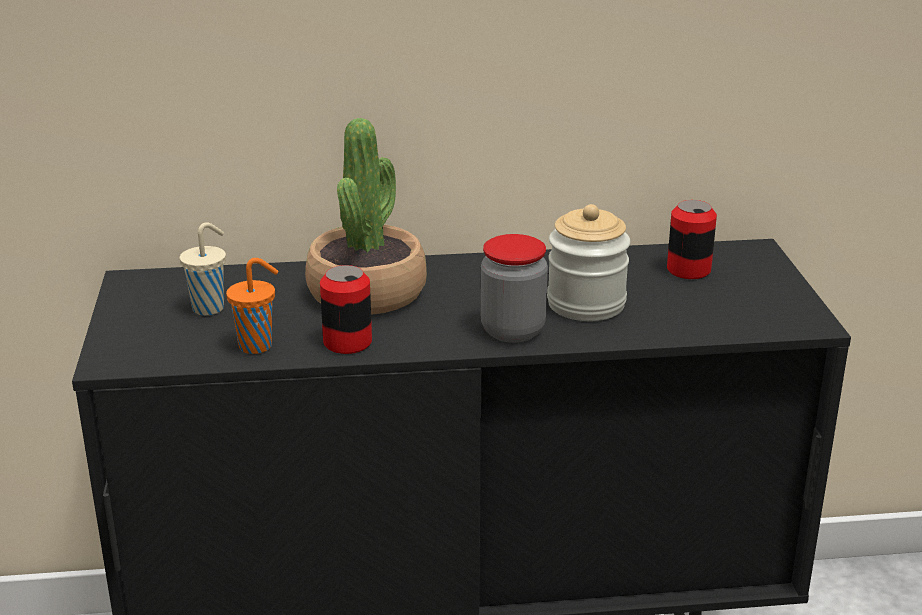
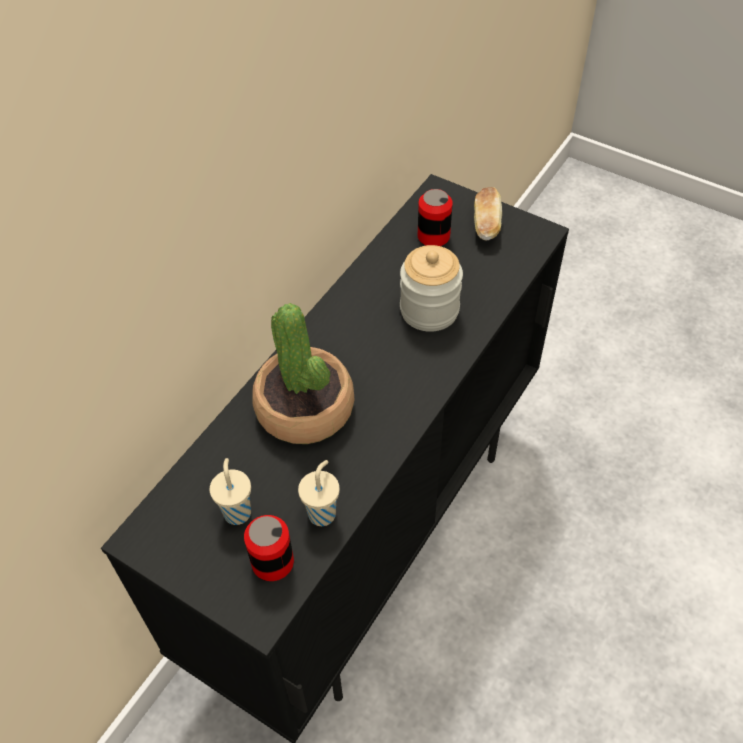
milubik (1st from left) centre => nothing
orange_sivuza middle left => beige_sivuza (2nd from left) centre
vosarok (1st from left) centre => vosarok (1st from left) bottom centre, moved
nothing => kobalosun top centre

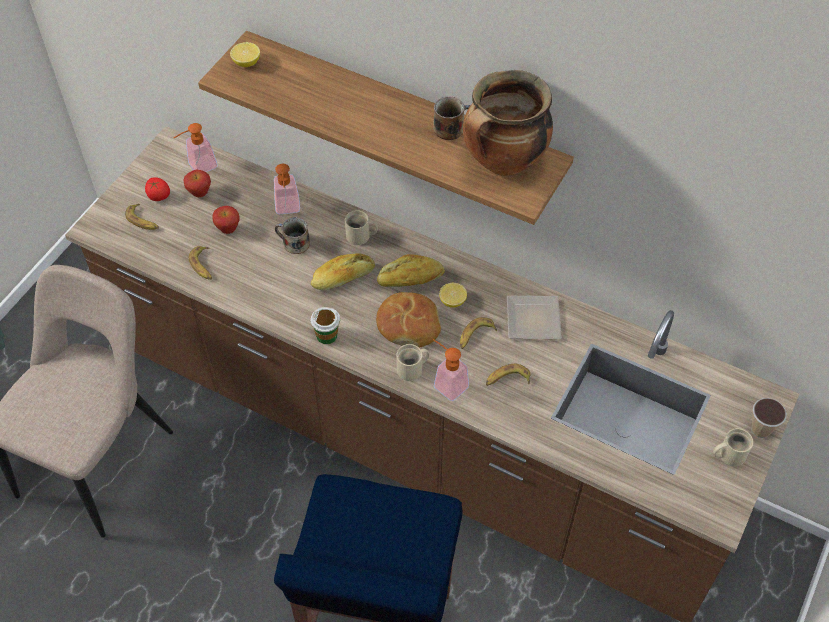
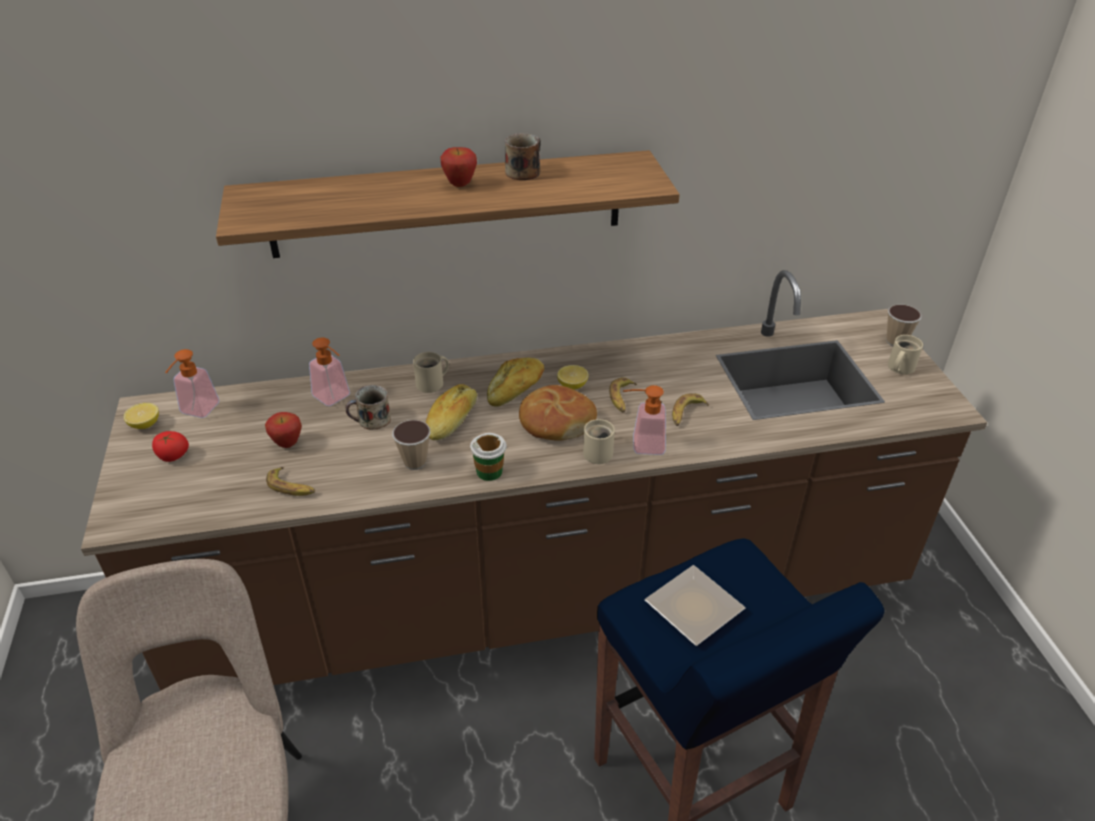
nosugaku (1st from left) top left => nosugaku (1st from left) middle left, moved
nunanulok top centre => nothing
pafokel (1st from left in the first image) top left => pafokel (2nd from left) top centre, moved
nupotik (1st from left) middle left => nothing
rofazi centre => rofazi bottom centre, moved
nothing => sivuza (1st from left) centre

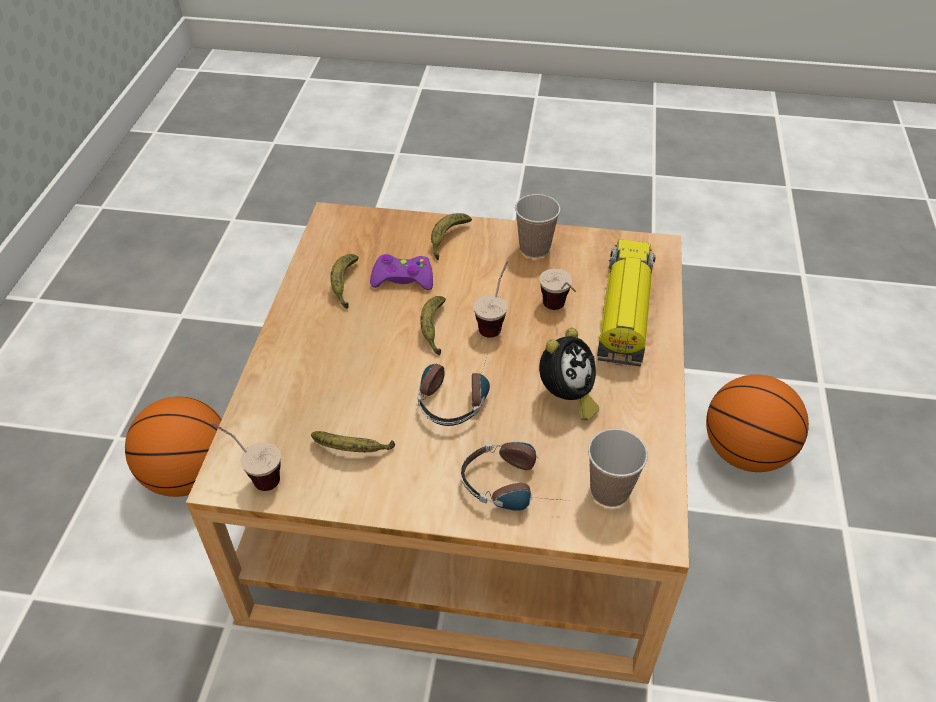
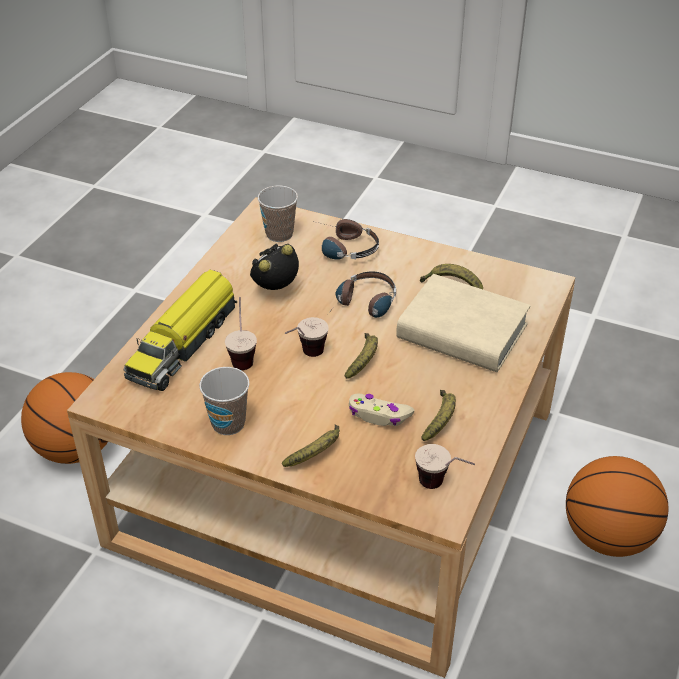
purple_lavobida centre => beige_lavobida centre
sivuza (1st from left in the first image) middle left => sivuza (5th from left) bottom centre, moved
nothing => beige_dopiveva middle right

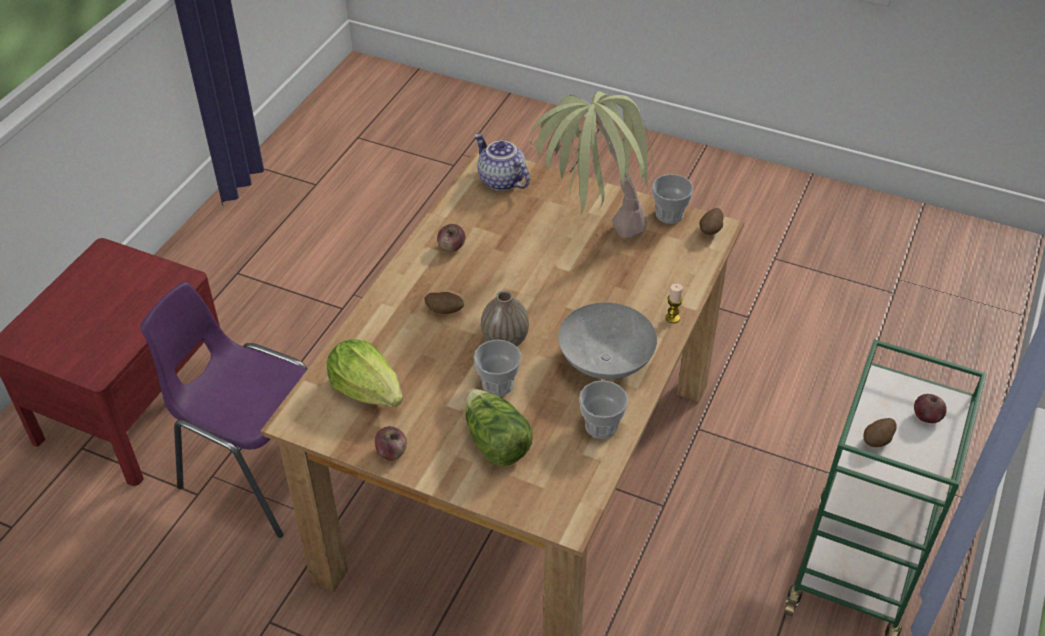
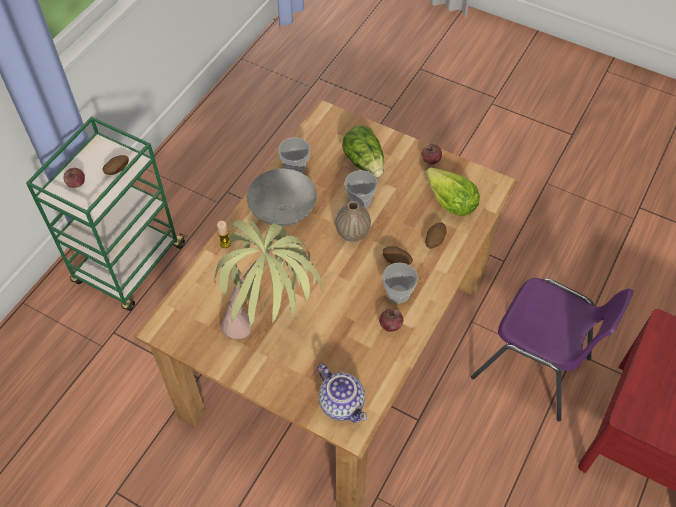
sivuza (3rd from left) top centre => sivuza (3rd from left) centre, moved
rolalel (2nd from left in the first image) middle right => rolalel (3rd from left) centre, moved

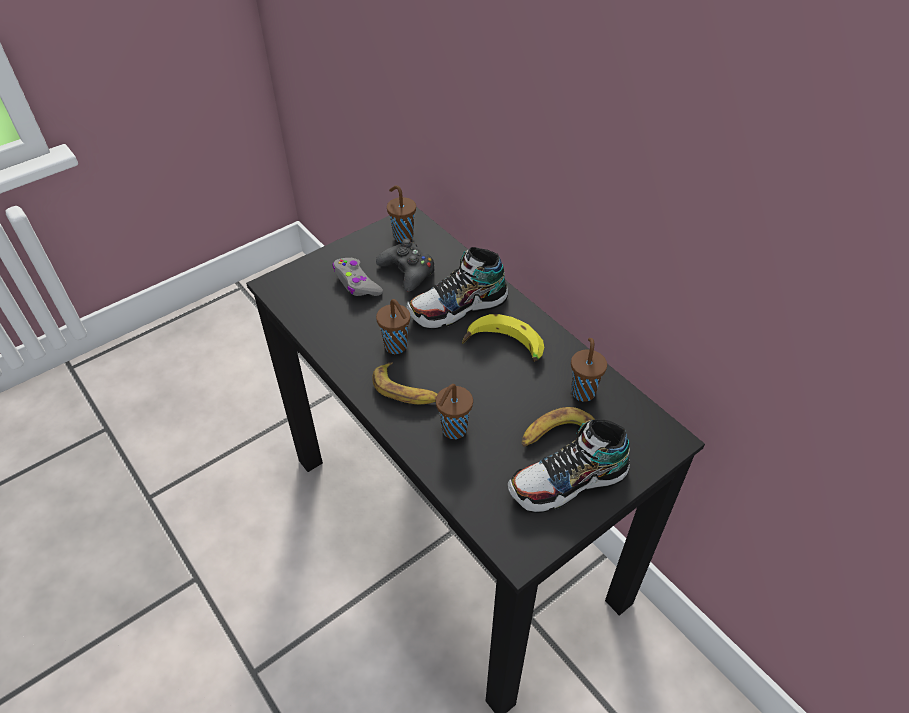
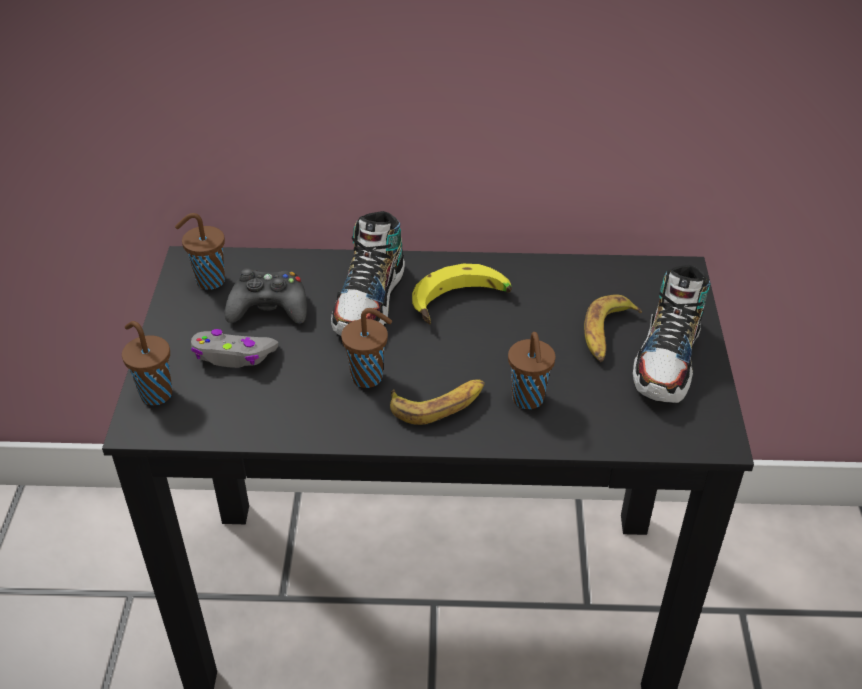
brown_sivuza (4th from left in the first image) centre => brown_sivuza (1st from left) middle left, moved

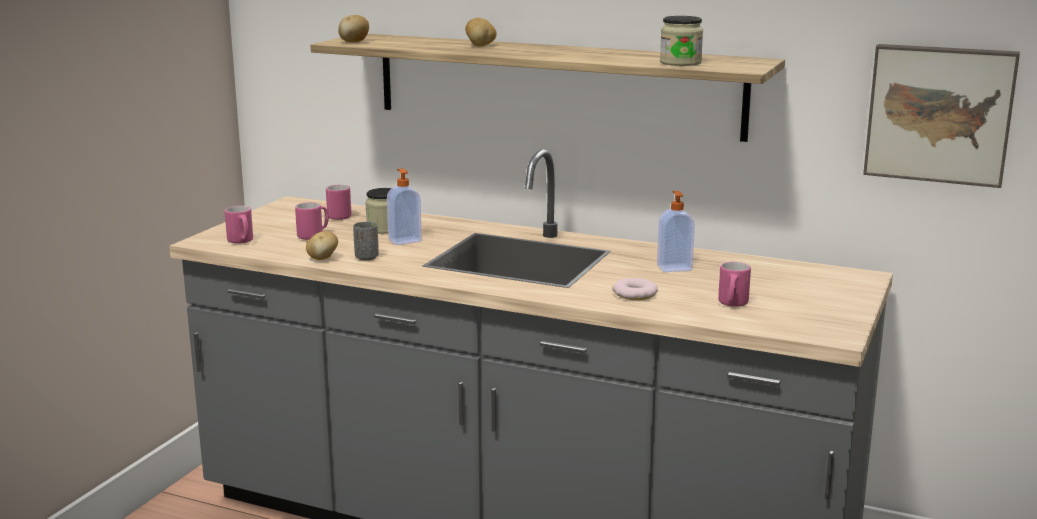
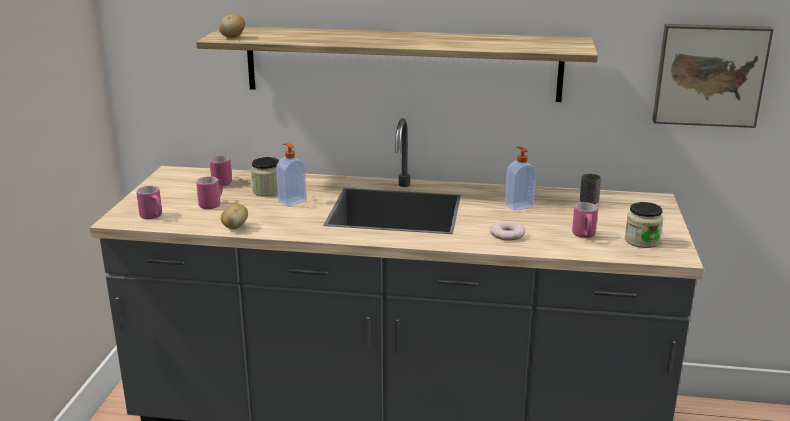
milubik (2nd from left) top centre => milubik (2nd from left) middle right, moved
rolalel (3rd from left) top centre => nothing
grey_sivuza centre => grey_sivuza middle right, moved

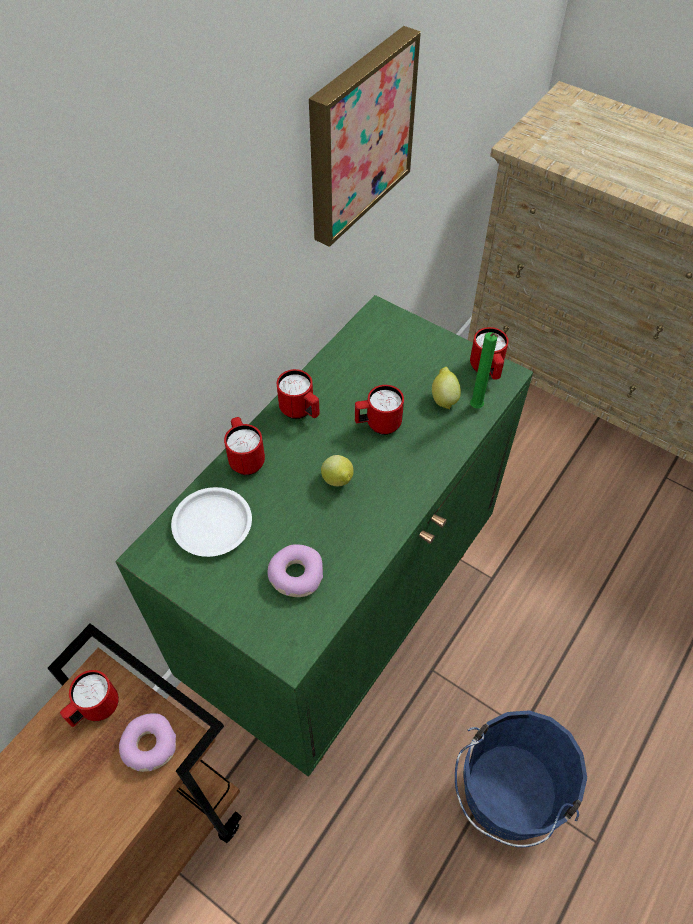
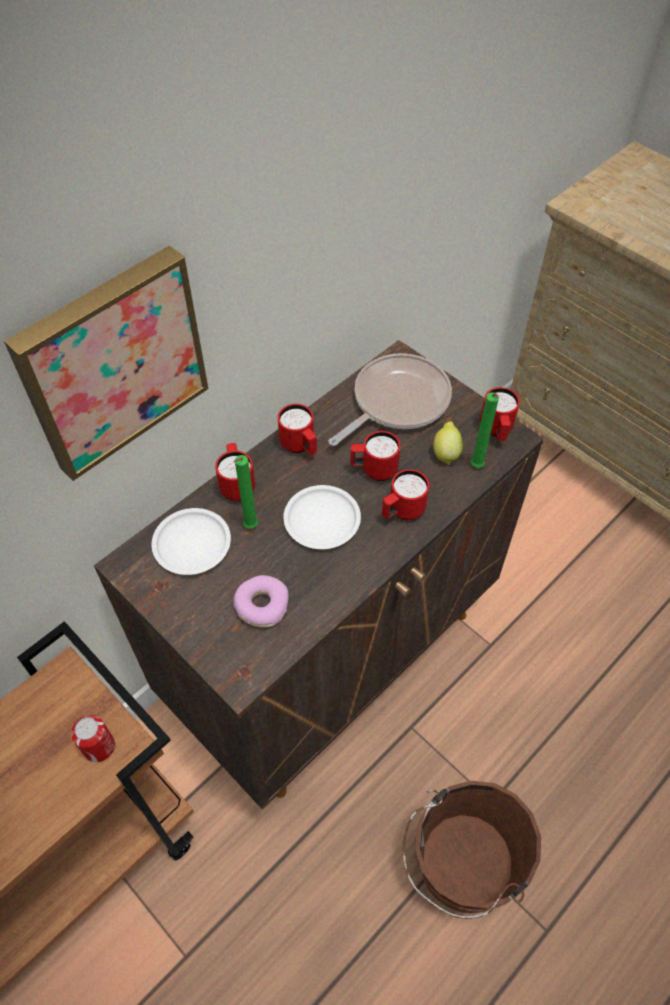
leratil top centre => leratil middle left, moved
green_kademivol centre => brown_kademivol centre
nosugaku (1st from left) centre => white_rofazi (2nd from left) centre
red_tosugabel (1st from left in the first image) bottom left => red_tosugabel (4th from left) centre, moved
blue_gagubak bottom right => brown_gagubak bottom right
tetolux (1st from left) bottom left => vosarok bottom left
nothing => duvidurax centre
nothing => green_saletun (1st from left) centre

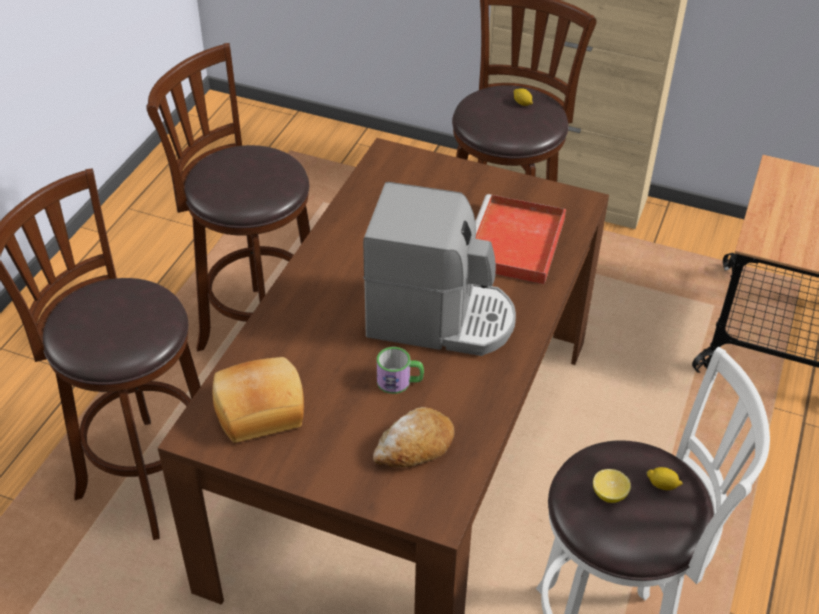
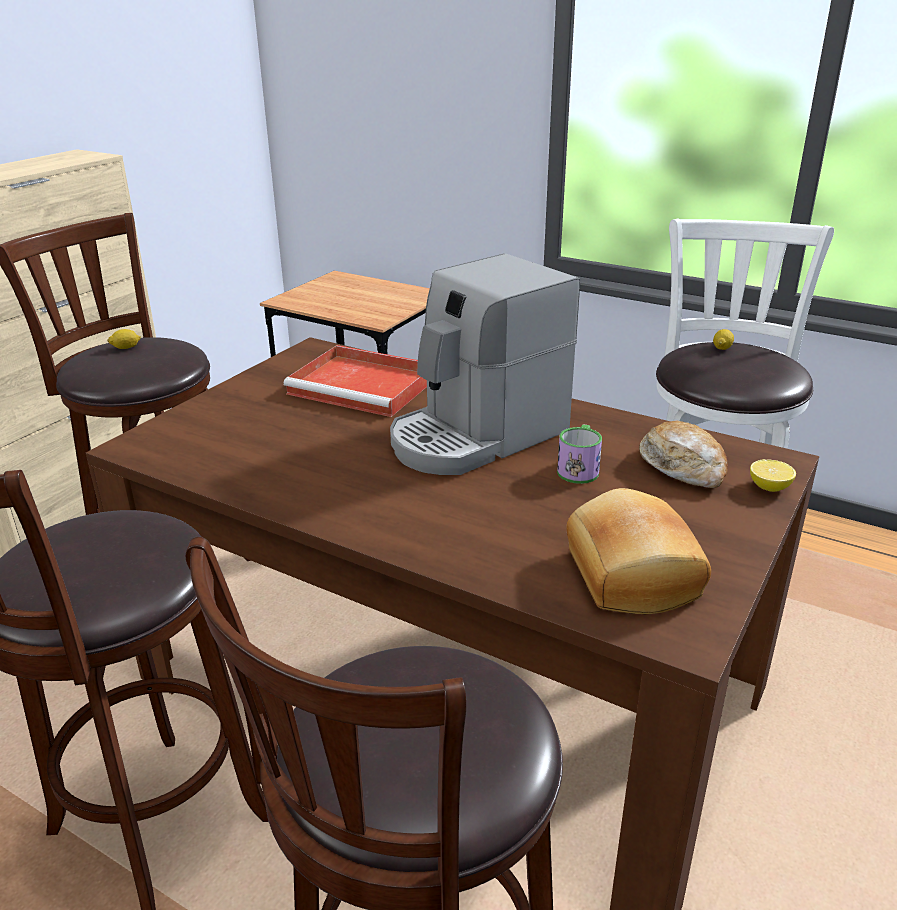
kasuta centre, 150 degrees counterclockwise
nosugaku (2nd from left in the first image) bottom right => nosugaku (3rd from left) middle right, moved

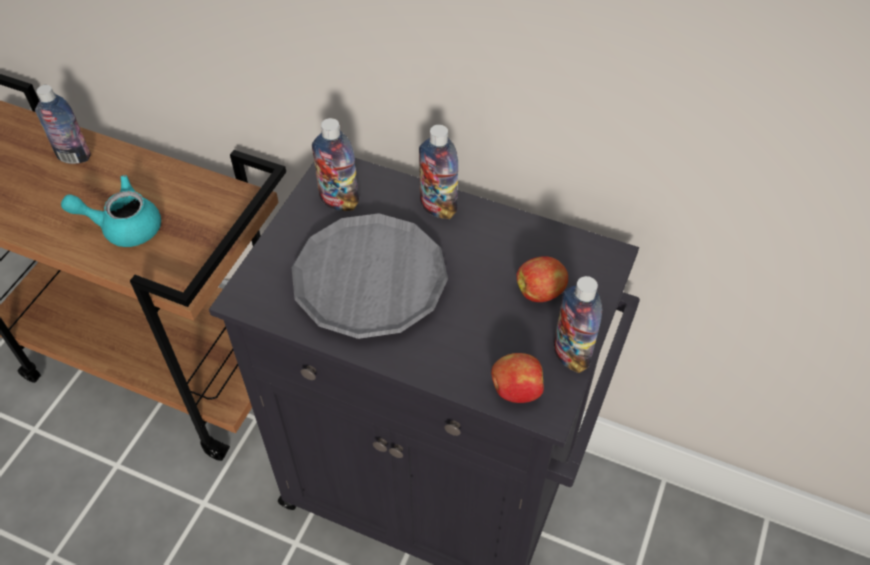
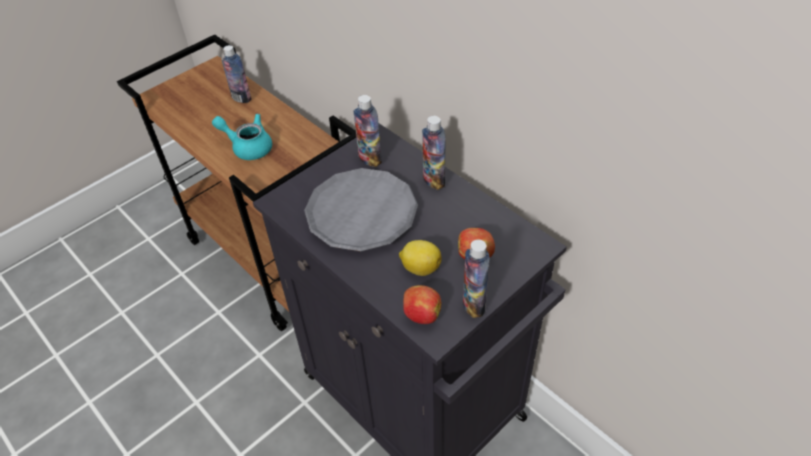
nothing => nosugaku centre

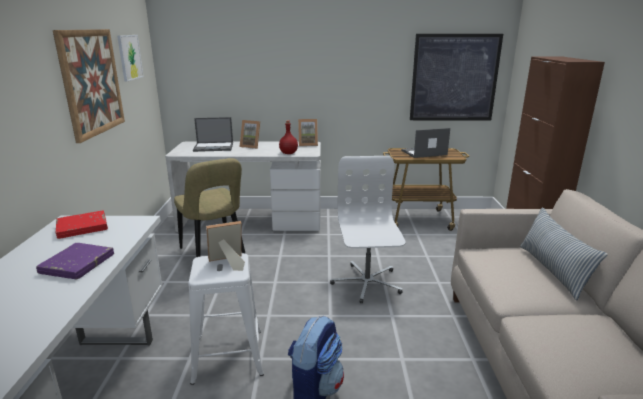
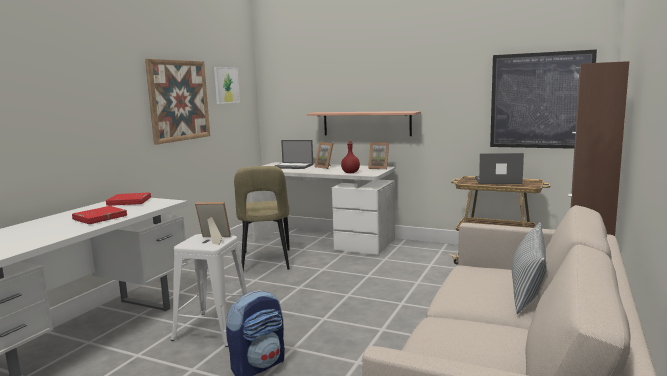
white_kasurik centre => nothing
purple_dopiveva middle left => red_dopiveva (1st from left) middle left
nothing => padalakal top centre

